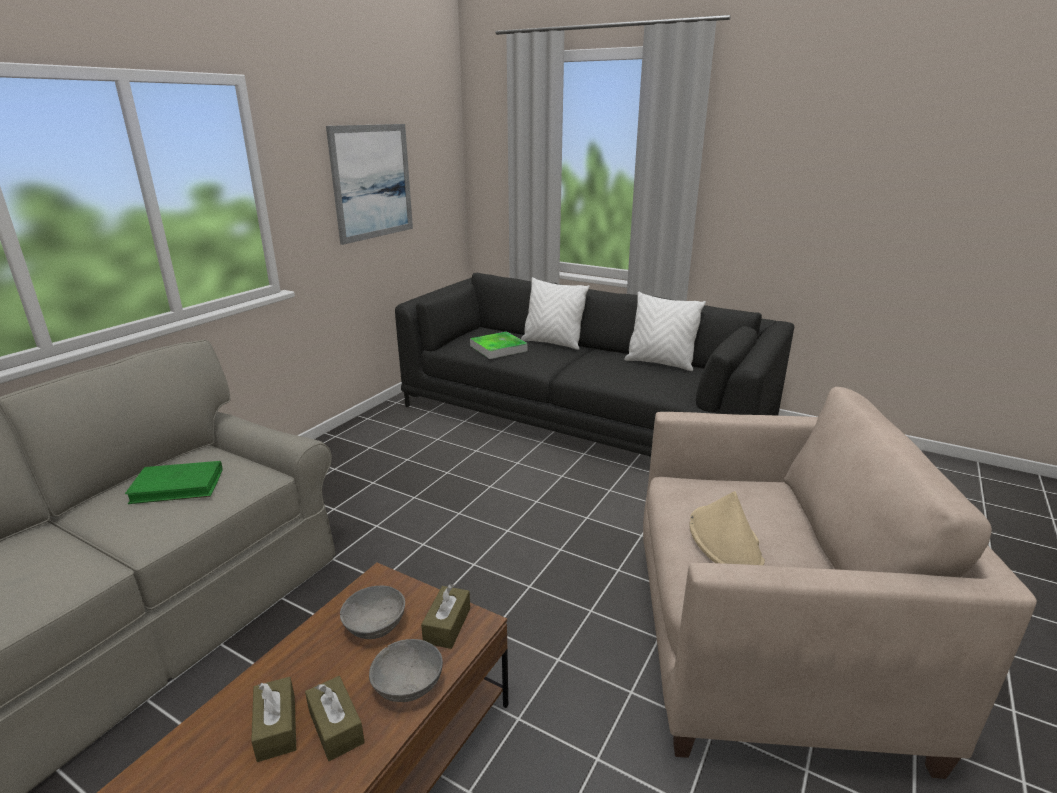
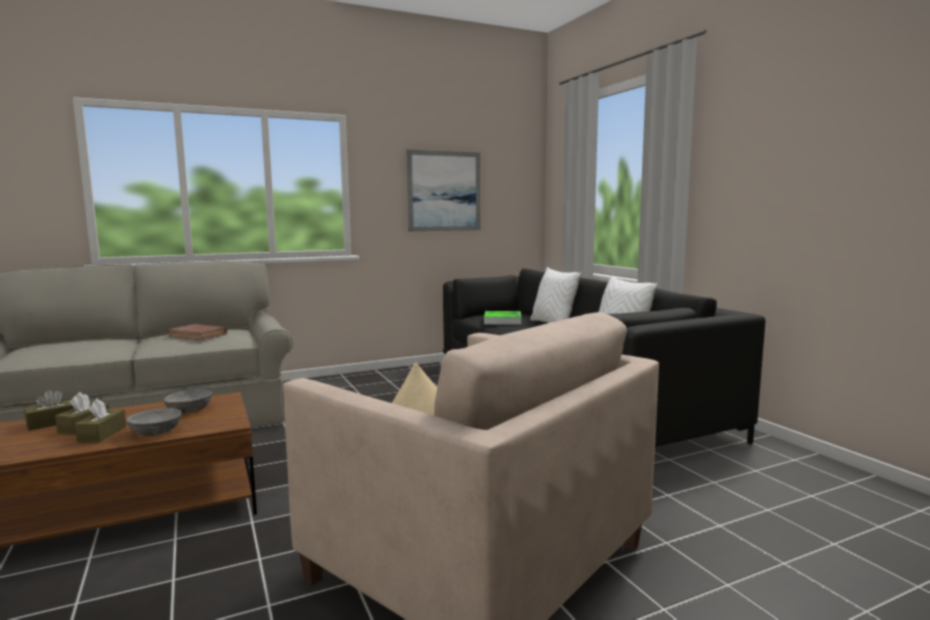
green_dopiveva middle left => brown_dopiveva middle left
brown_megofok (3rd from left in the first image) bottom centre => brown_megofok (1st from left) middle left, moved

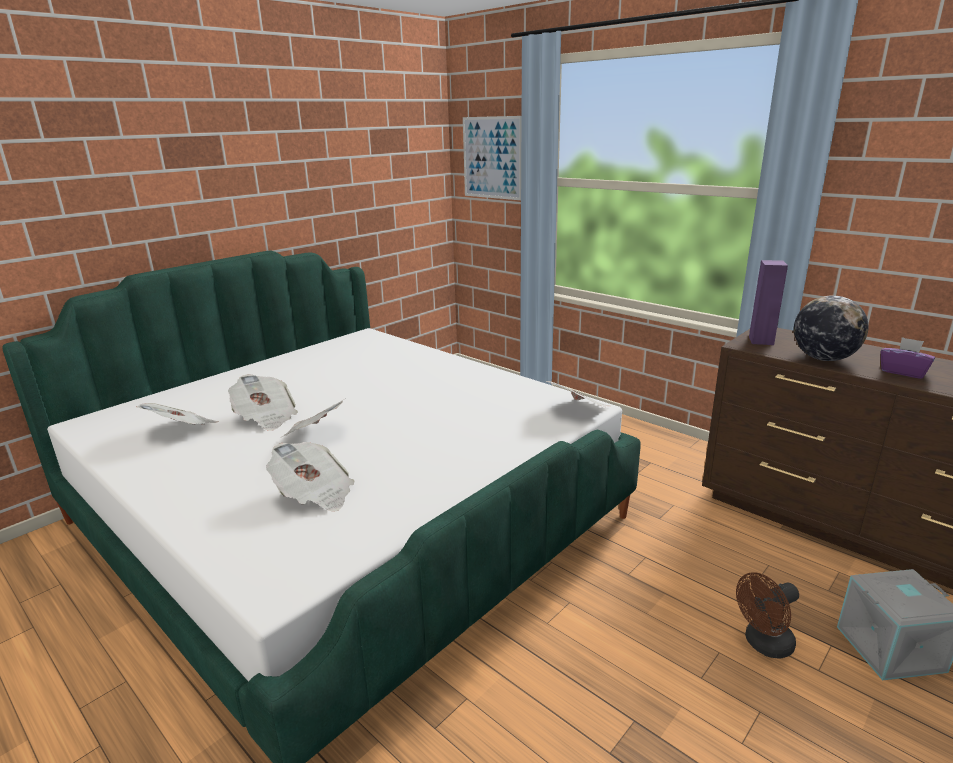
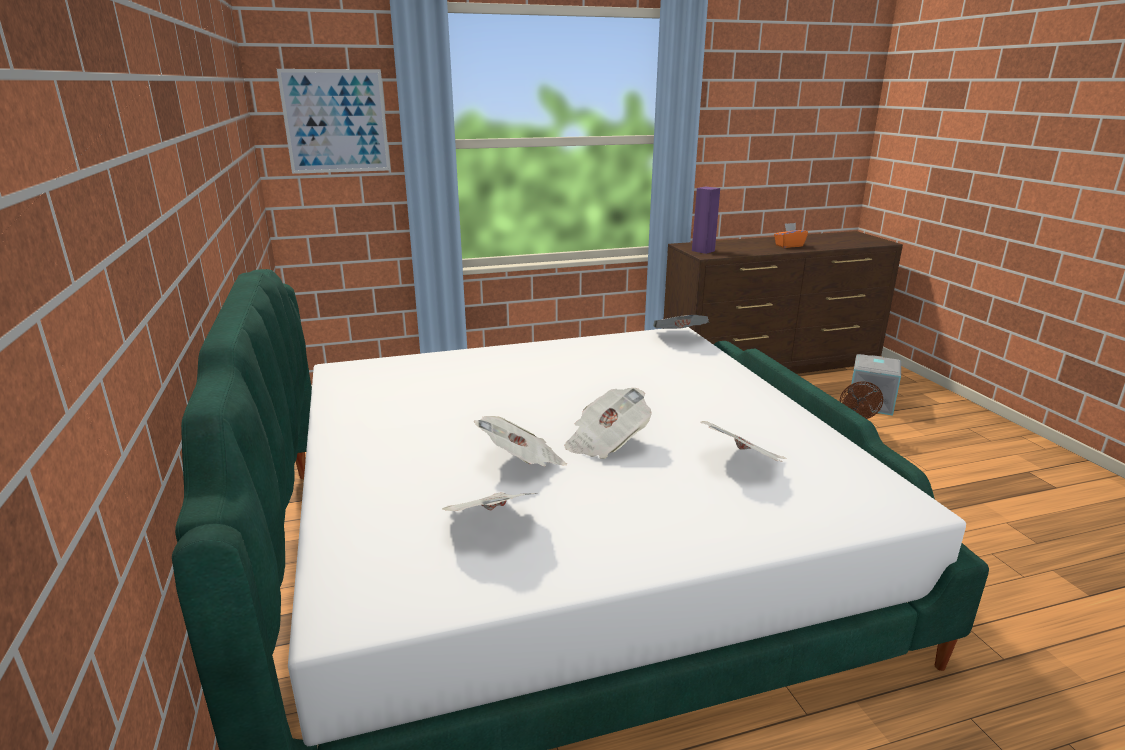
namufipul middle right => nothing
purple_megofok middle right => orange_megofok top right

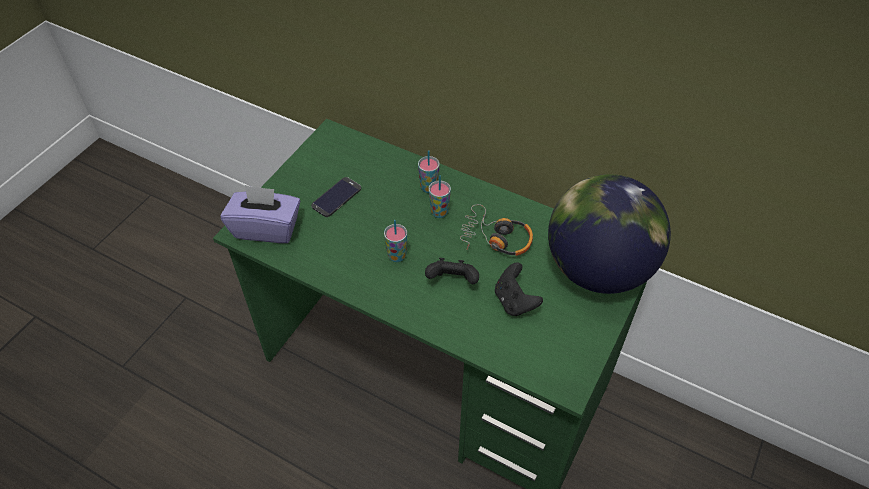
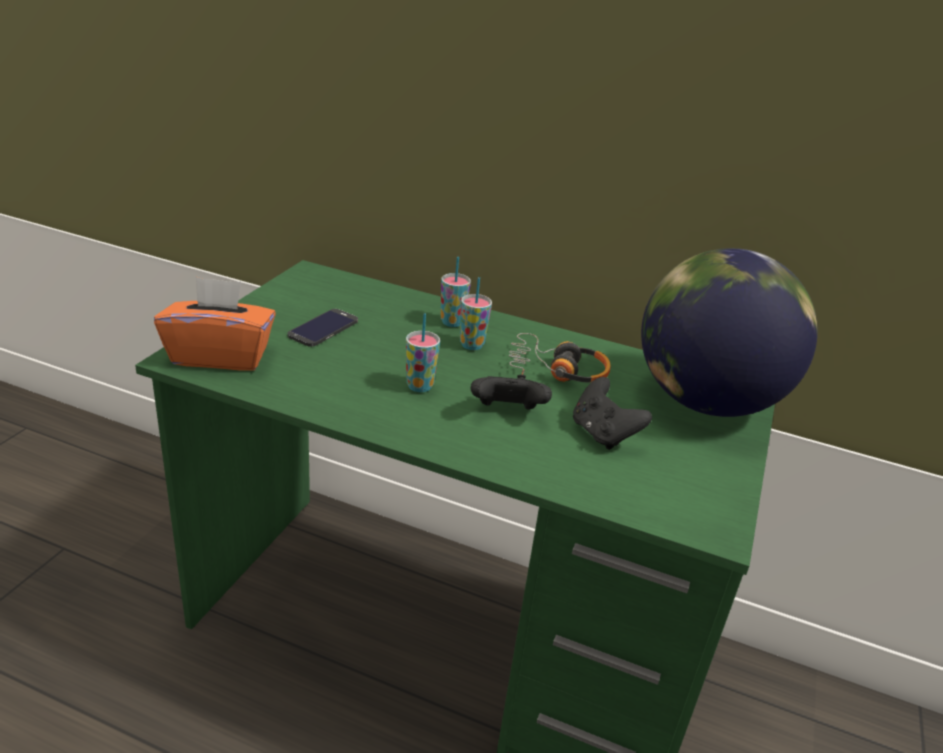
purple_megofok middle left => orange_megofok middle left

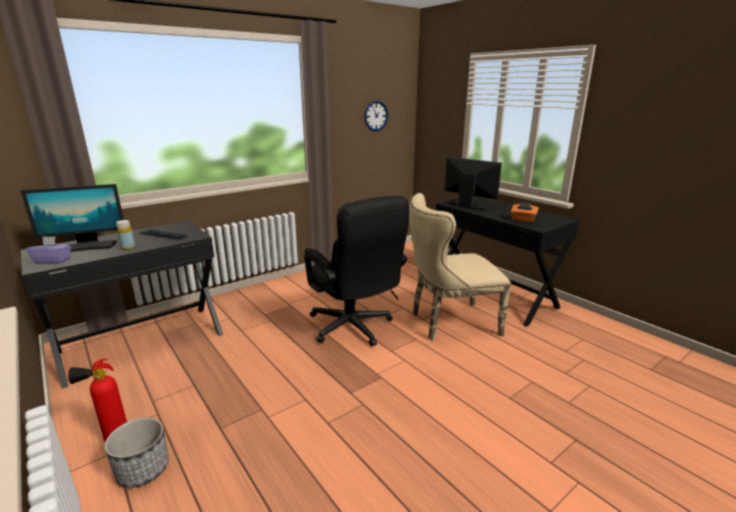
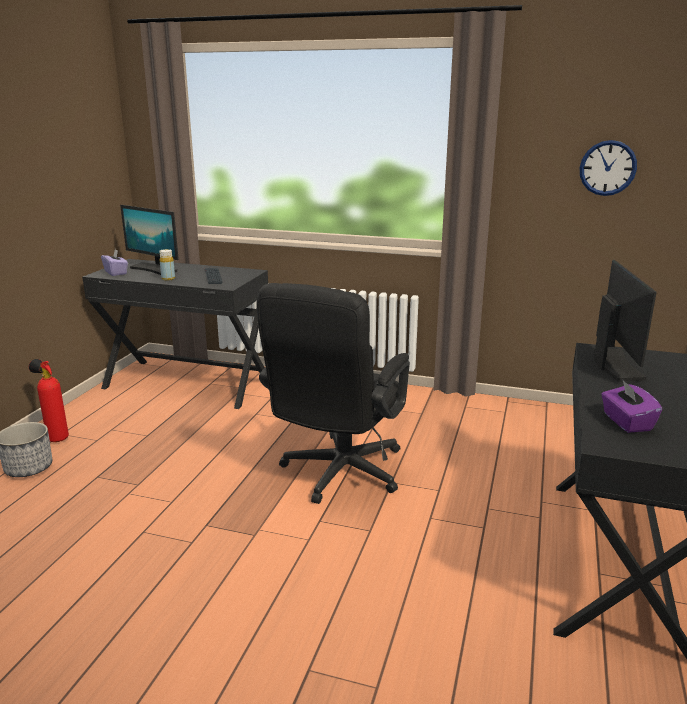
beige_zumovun centre => nothing
orange_megofok middle right => purple_megofok (2nd from left) middle right

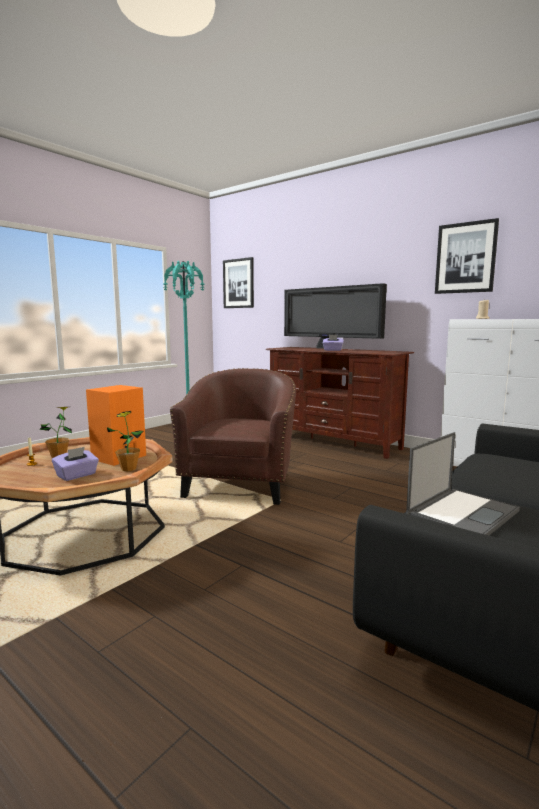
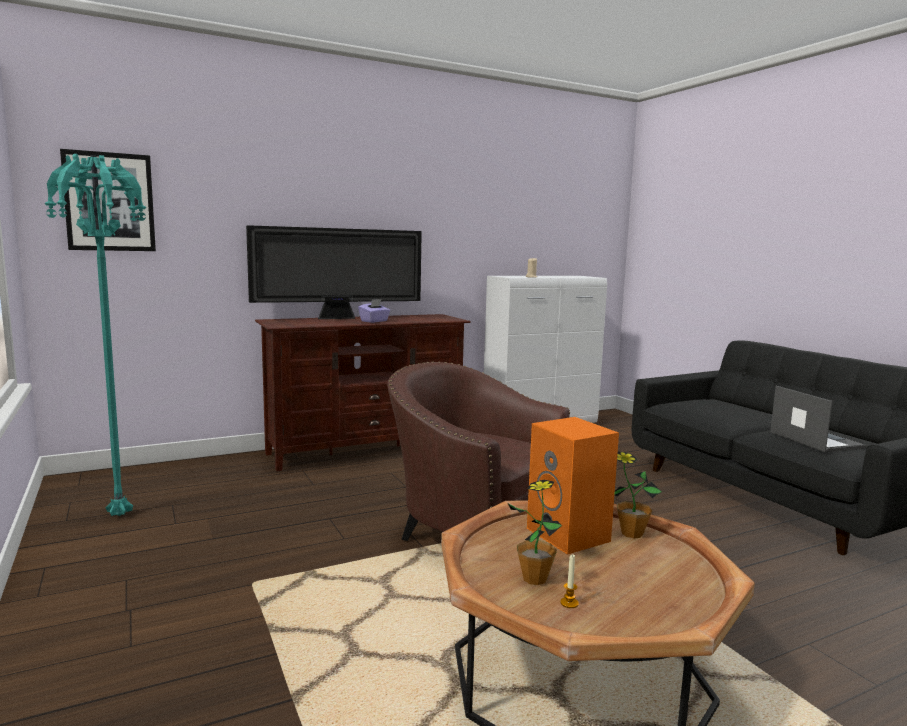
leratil (2nd from left) top right => nothing
purple_megofok (1st from left) middle left => nothing

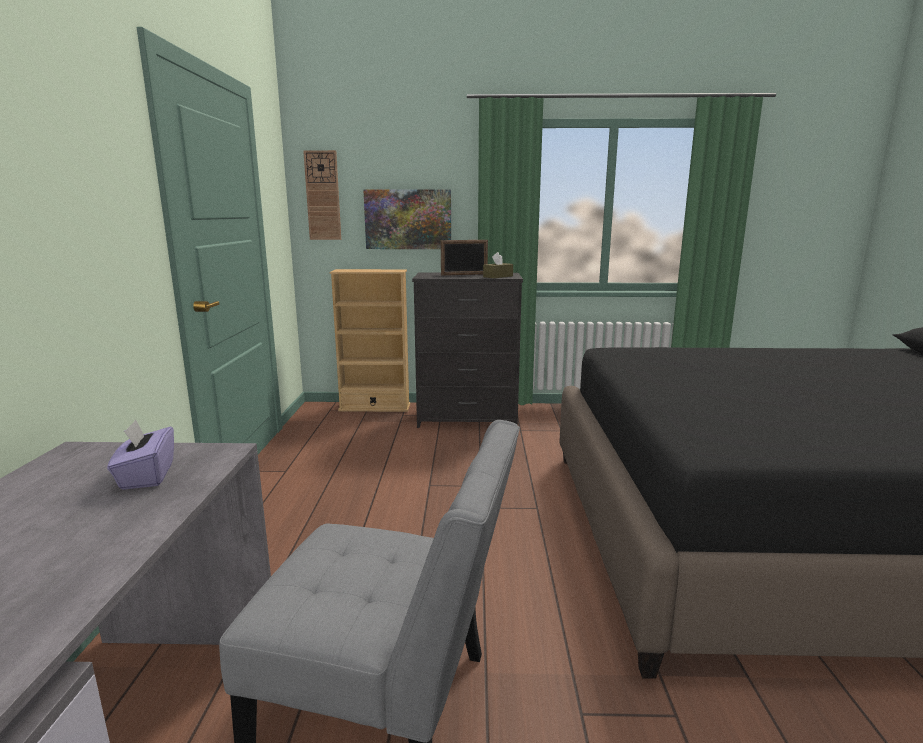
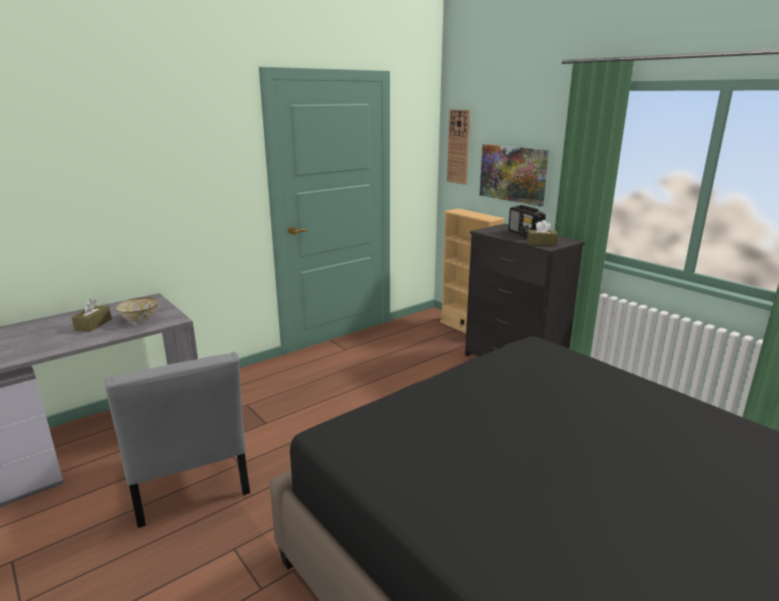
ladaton centre => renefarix middle right
purple_megofok middle left => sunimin middle left
nothing => brown_megofok (1st from left) middle left

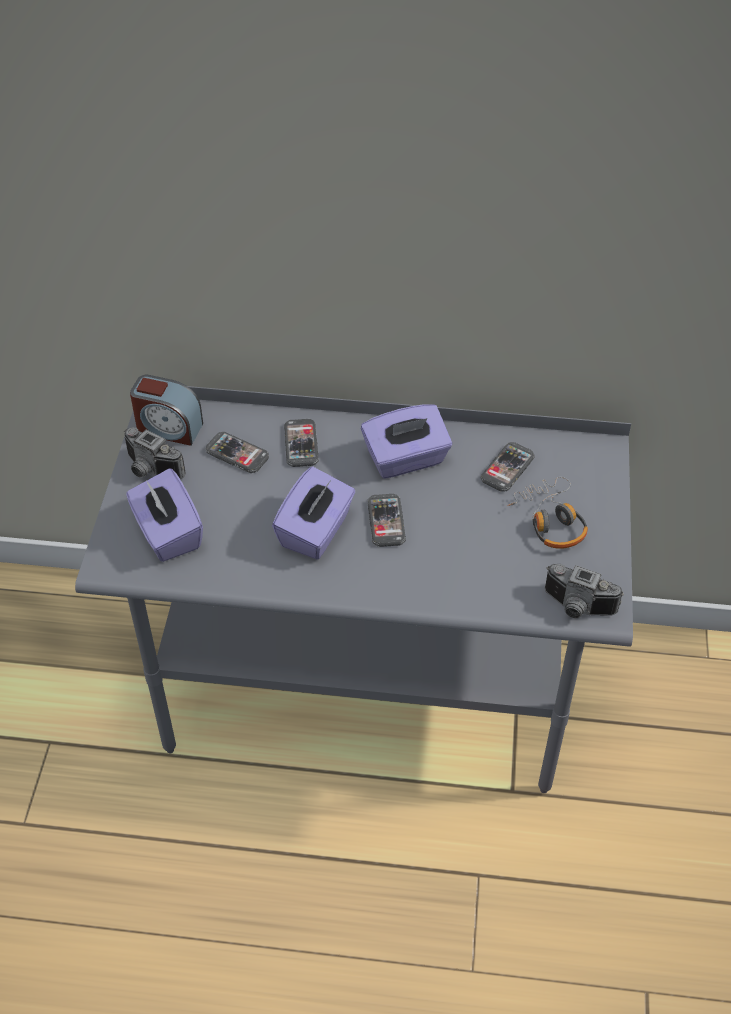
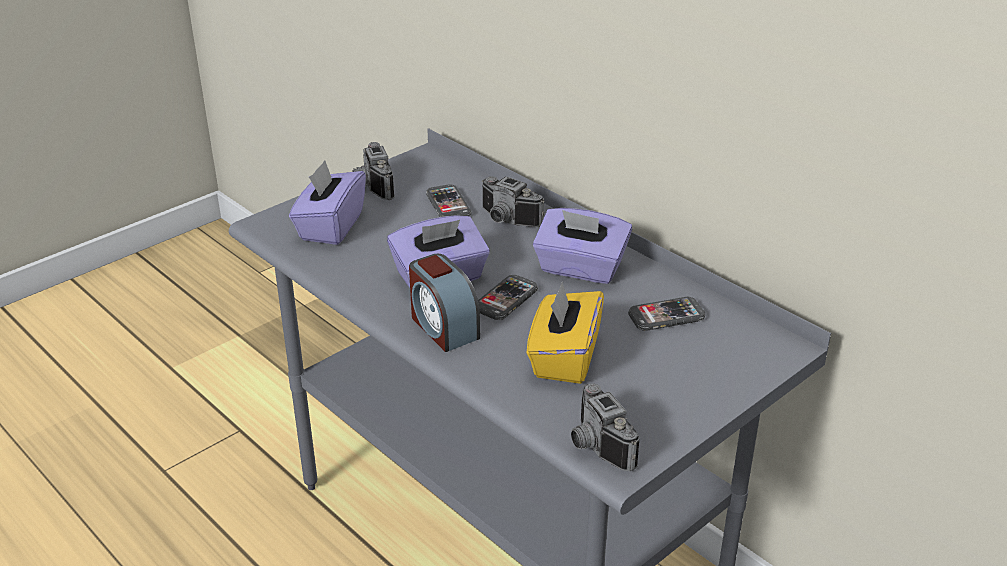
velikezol middle left => velikezol centre, moved
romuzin (2nd from left) centre => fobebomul (2nd from left) centre
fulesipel middle right => nothing
nothing => yellow_megofok centre

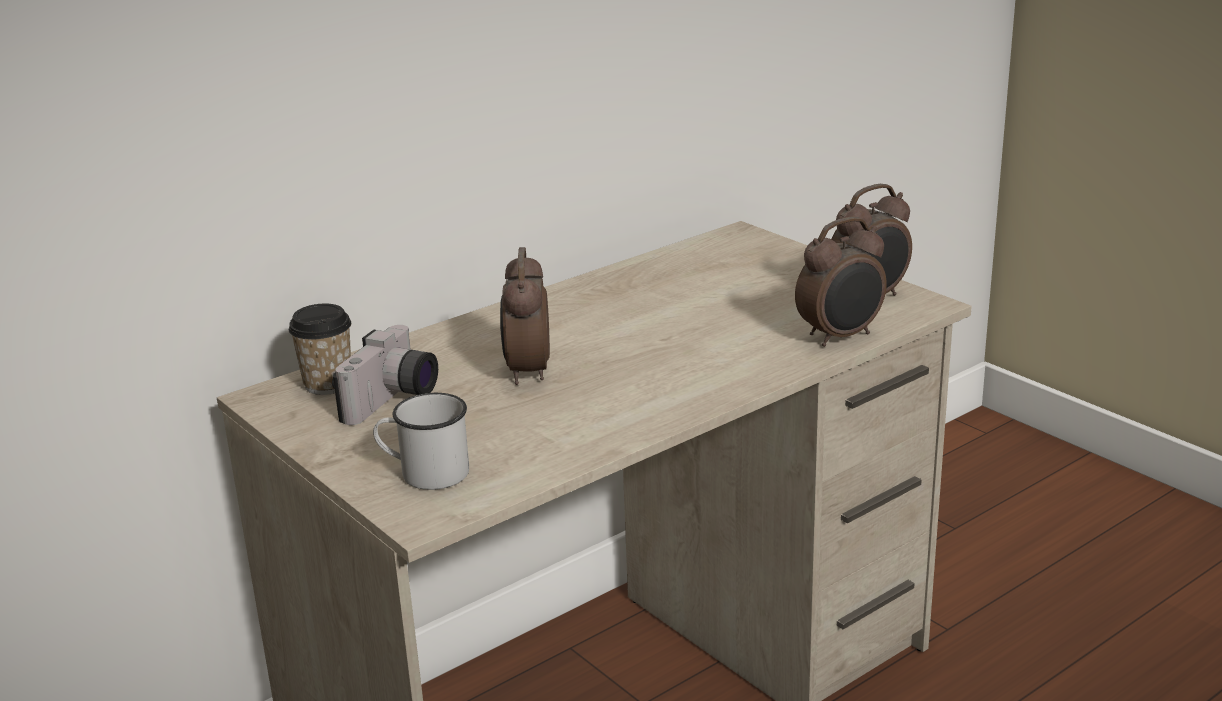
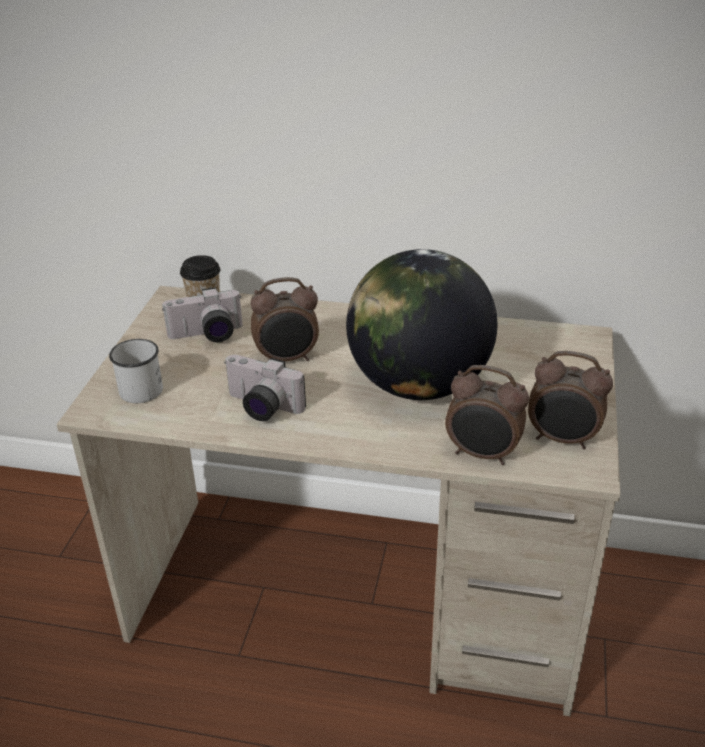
velikezol (1st from left) centre, 150 degrees counterclockwise
nothing => namufipul centre
nothing => fobebomul (2nd from left) centre

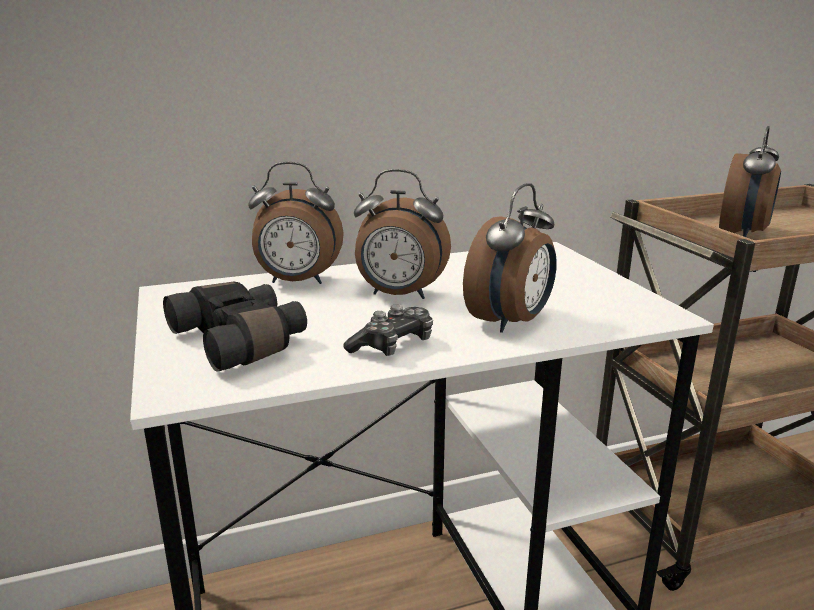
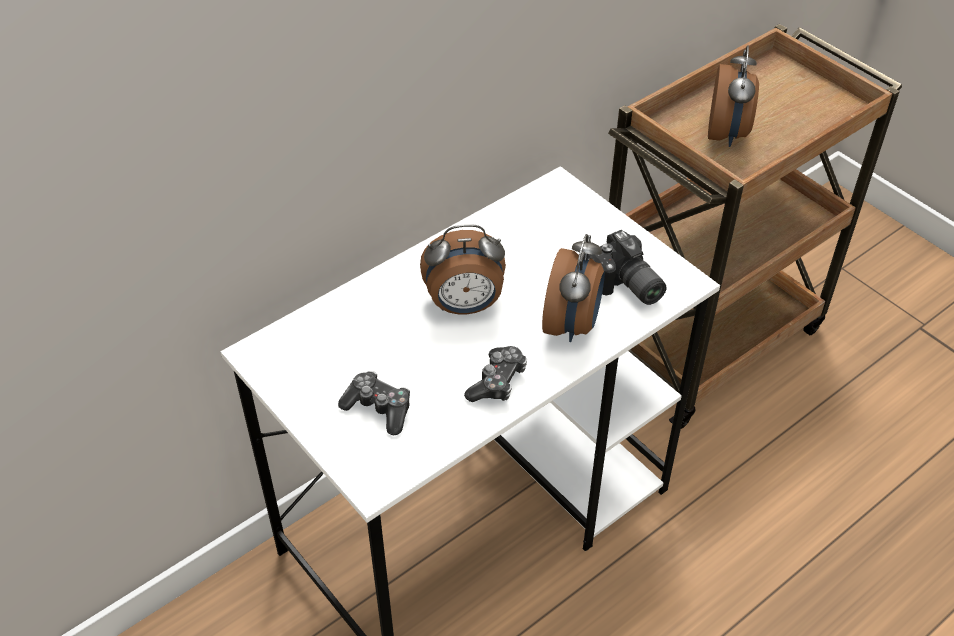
velikezol (1st from left) centre => nothing
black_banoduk middle left => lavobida (1st from left) centre
nothing => fobebomul centre

